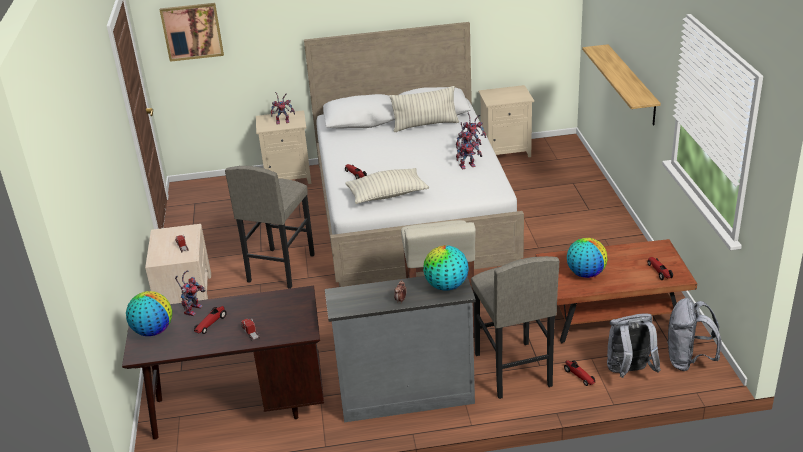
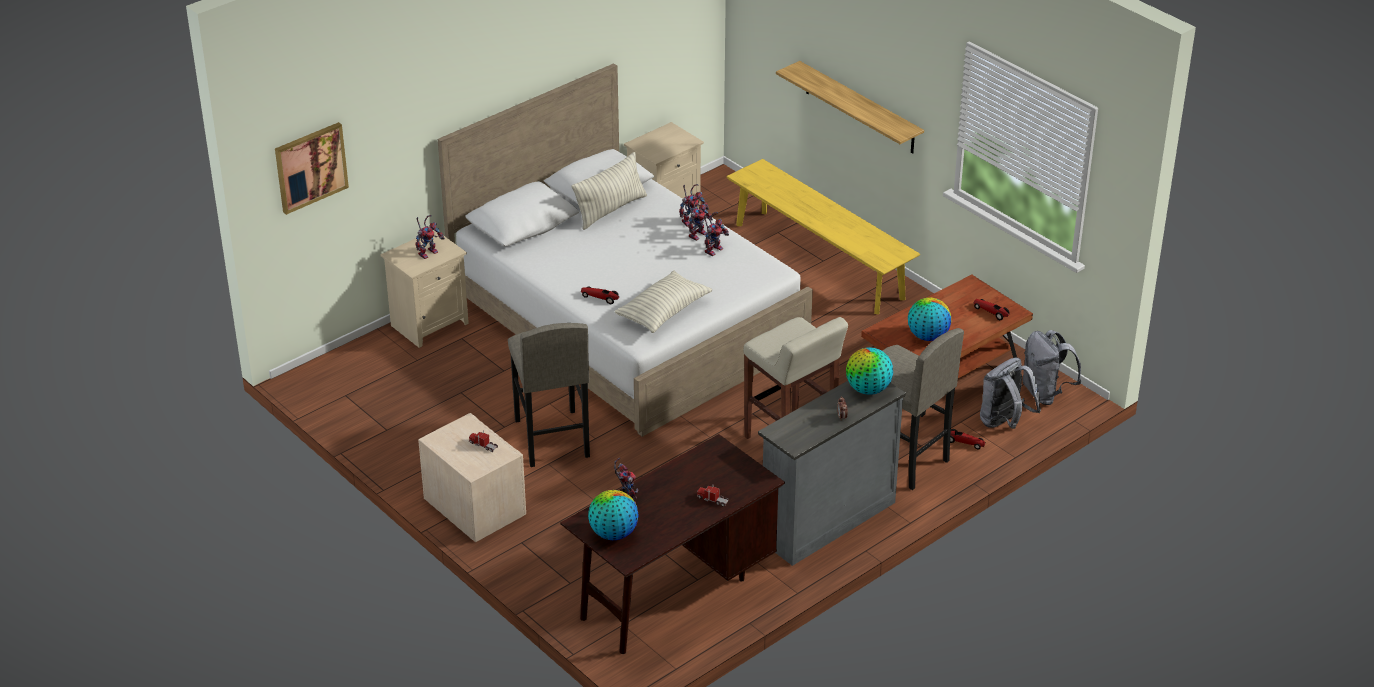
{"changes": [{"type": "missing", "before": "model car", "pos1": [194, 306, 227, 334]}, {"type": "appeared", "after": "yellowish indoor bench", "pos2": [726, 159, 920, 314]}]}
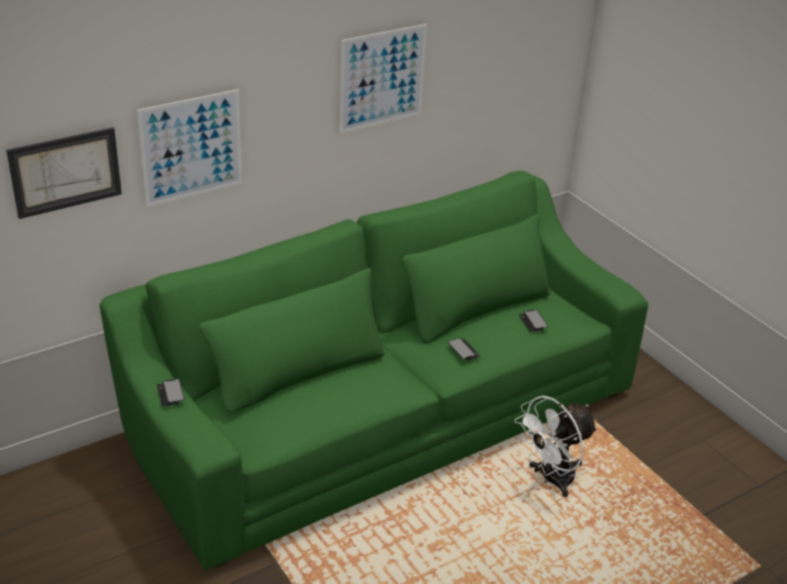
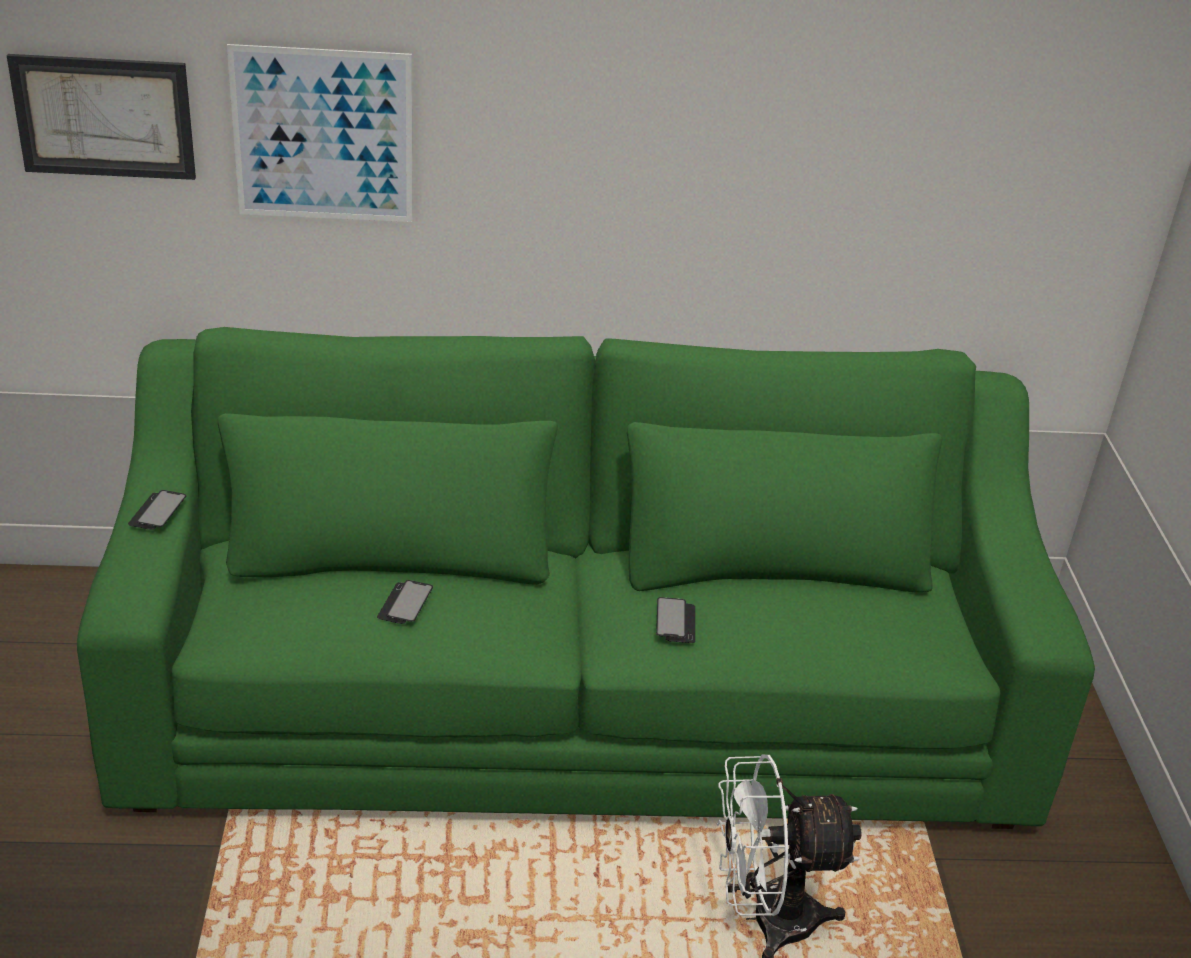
{"changes": [{"type": "missing", "before": "wall art", "pos1": [340, 24, 427, 133]}, {"type": "relocated", "before": "handset", "pos1": [519, 310, 548, 332], "pos2": [377, 580, 433, 624]}]}
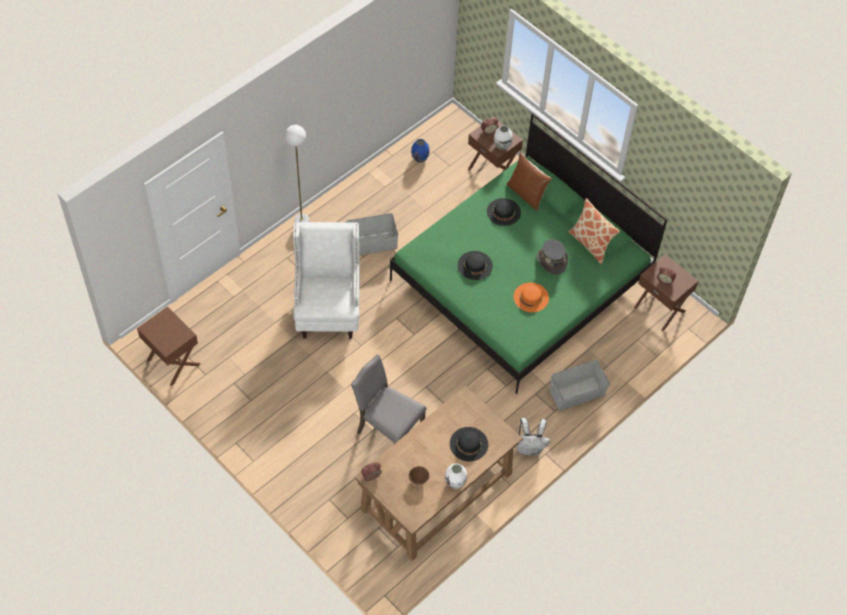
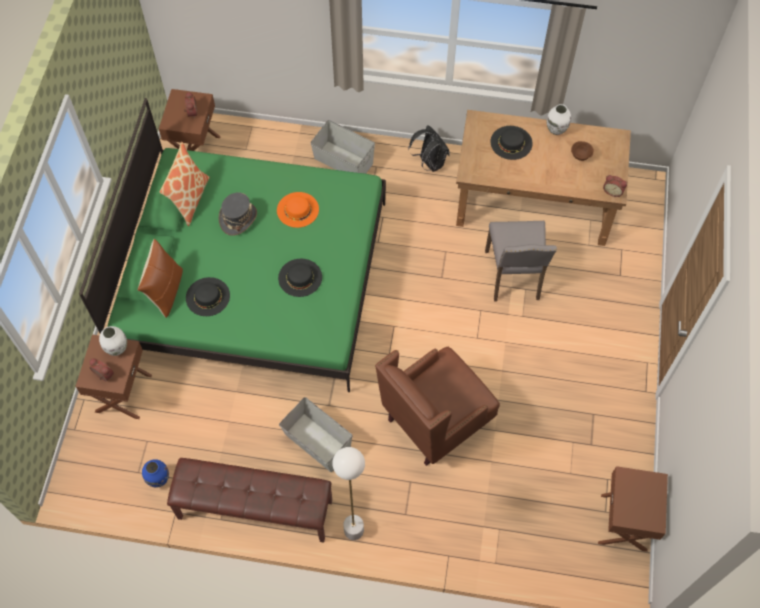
{"changes": [{"type": "colour", "before": "white armchair", "after": "brown armchair", "pos1": [293, 222, 360, 339], "pos2": [375, 347, 500, 466]}, {"type": "colour", "before": "white rucksack", "after": "blackish rucksack", "pos1": [516, 418, 550, 456], "pos2": [408, 125, 450, 172]}, {"type": "appeared", "after": "brown indoor bench", "pos2": [167, 458, 332, 543]}]}
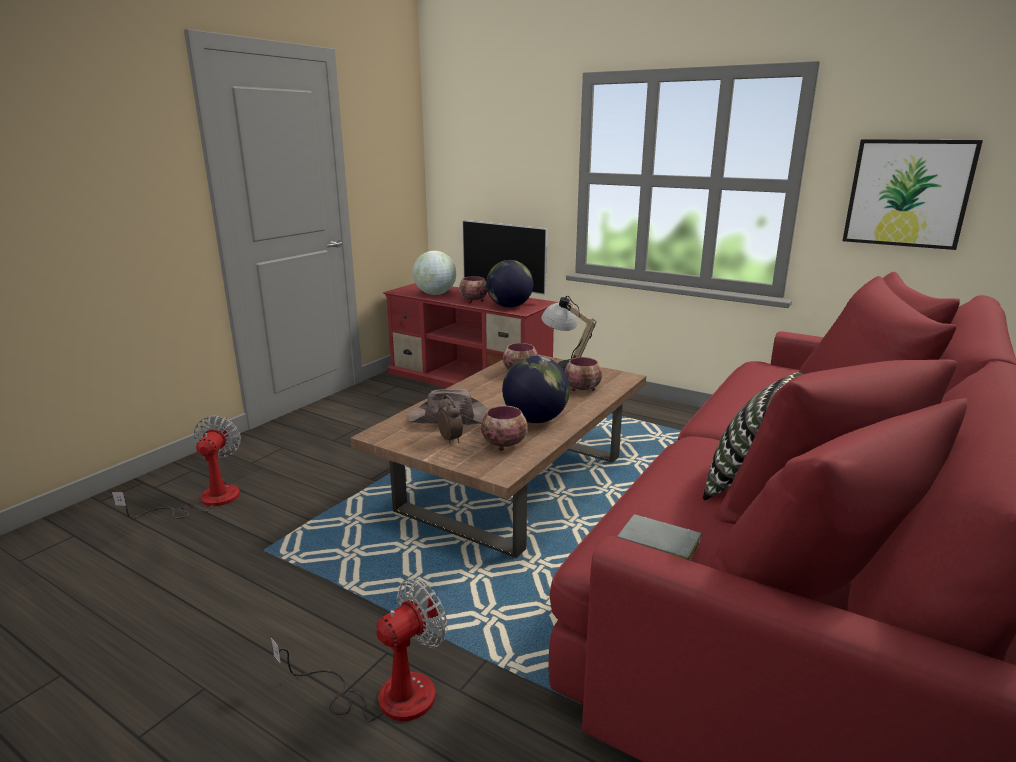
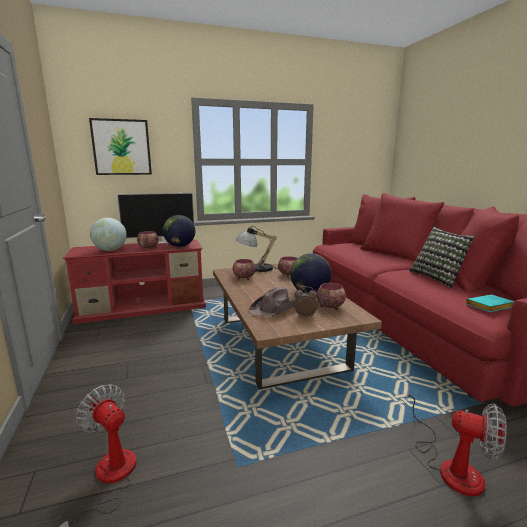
{"changes": [{"type": "relocated", "before": "wall art", "pos1": [843, 139, 983, 250], "pos2": [89, 118, 152, 175]}, {"type": "colour", "before": "greyish bound book", "after": "turquoise bound book", "pos1": [617, 514, 701, 561], "pos2": [466, 295, 515, 312]}, {"type": "spun", "before": "electric fan", "pos1": [271, 578, 448, 722], "pos2": [407, 390, 507, 496], "turn": 120}]}
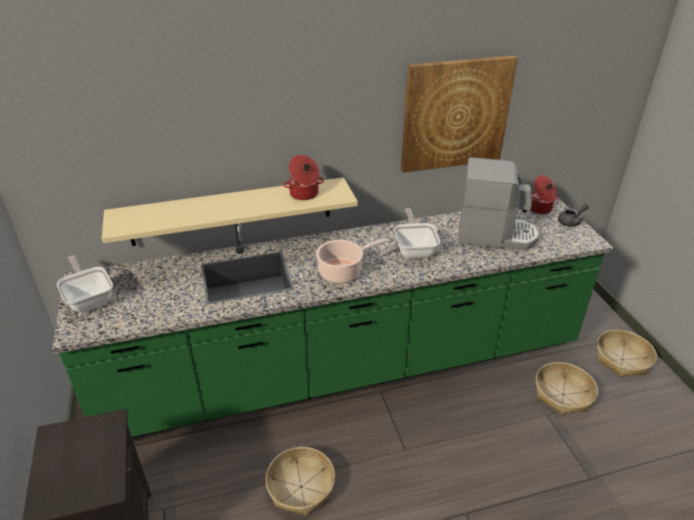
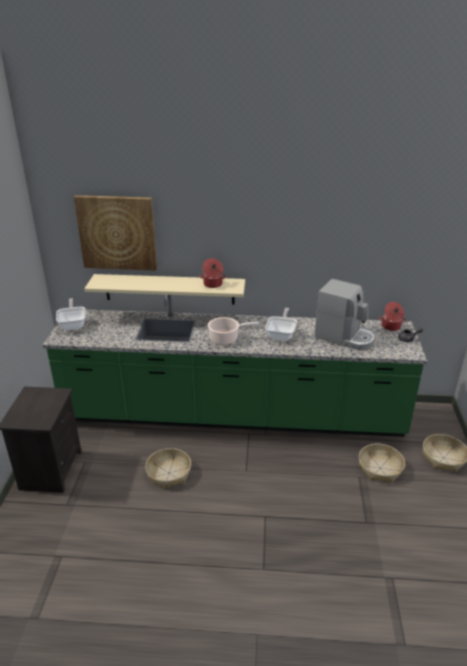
{"changes": [{"type": "relocated", "before": "wall art", "pos1": [401, 55, 518, 173], "pos2": [74, 195, 157, 271]}]}
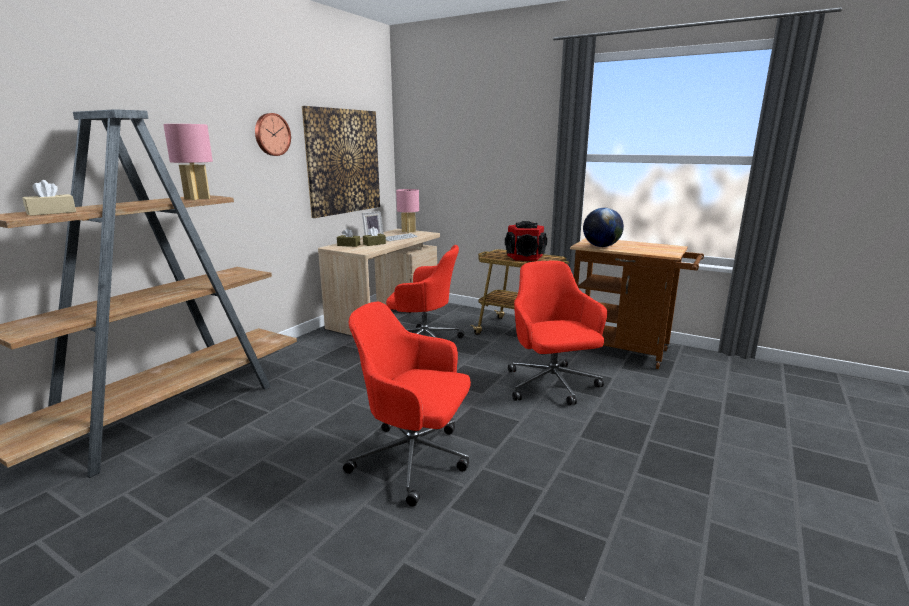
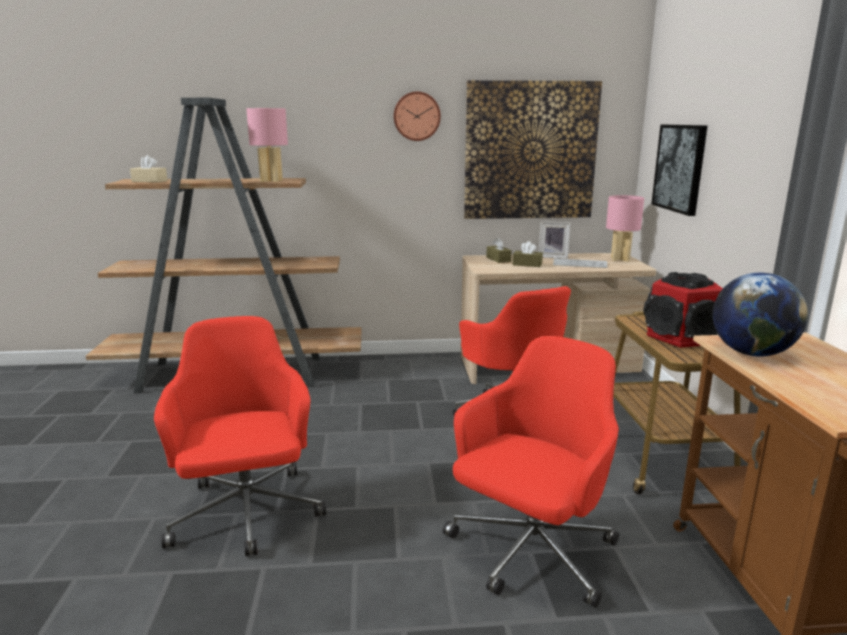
{"changes": [{"type": "appeared", "after": "wall art", "pos2": [651, 125, 708, 216]}]}
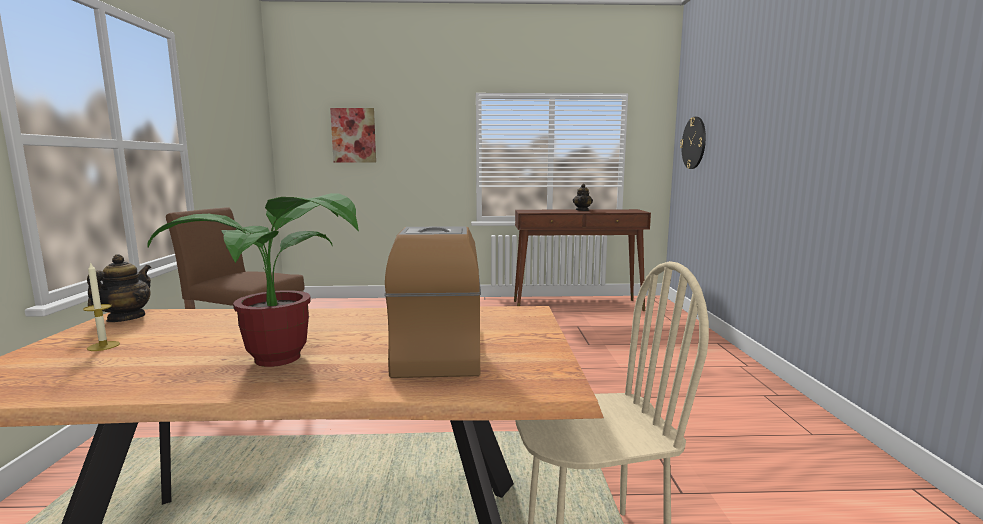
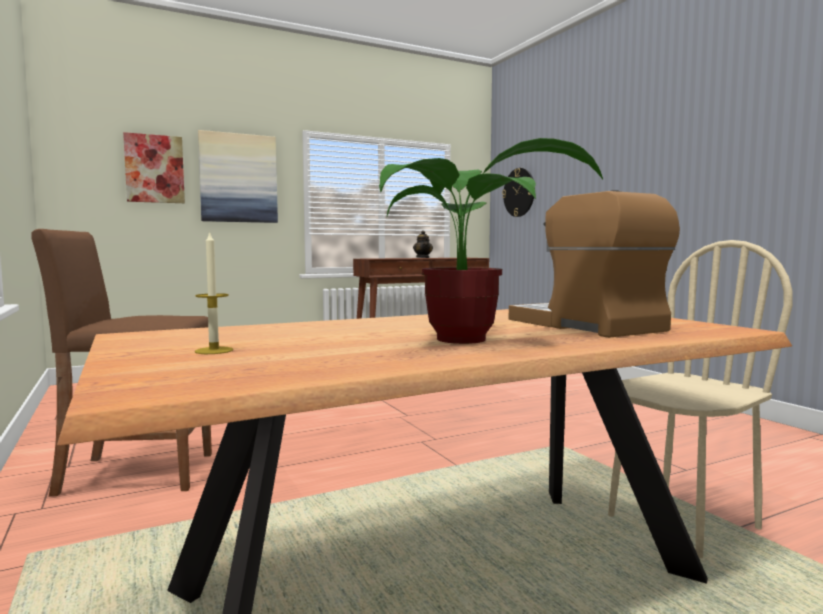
{"changes": [{"type": "missing", "before": "tea pot", "pos1": [87, 254, 151, 322]}, {"type": "appeared", "after": "wall art", "pos2": [198, 130, 278, 223]}]}
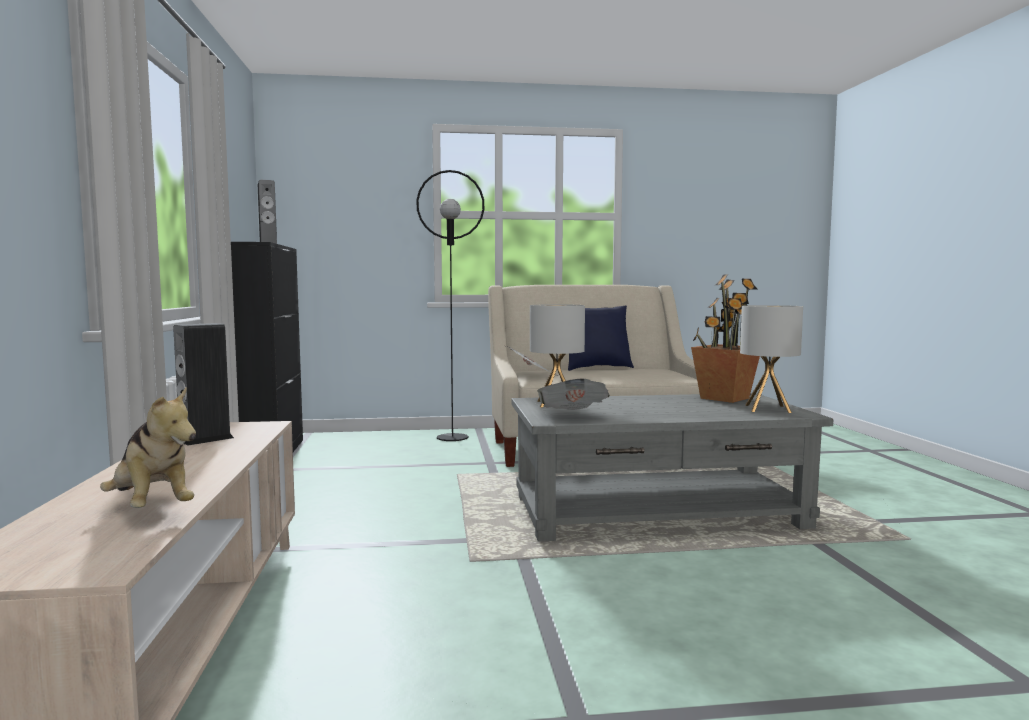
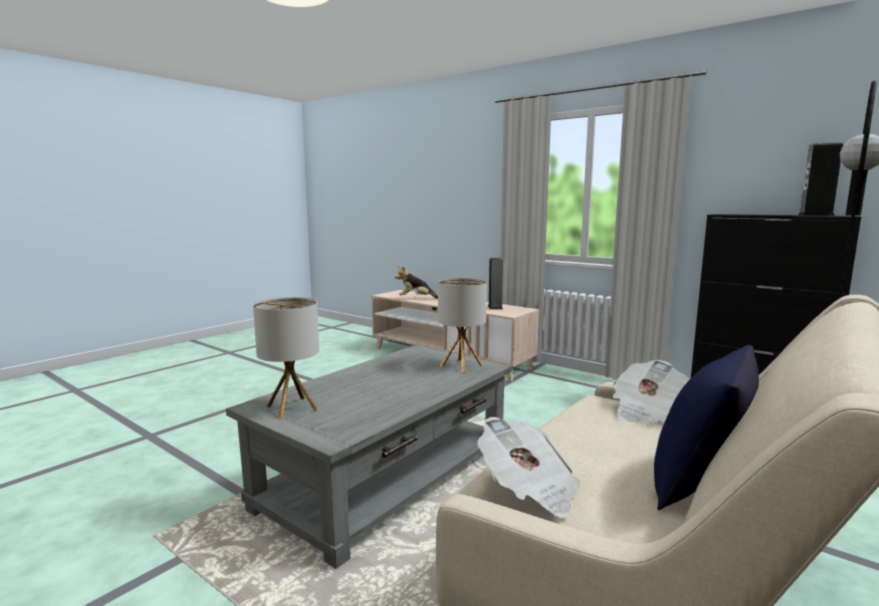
{"changes": [{"type": "missing", "before": "potted plant", "pos1": [691, 274, 760, 403]}, {"type": "relocated", "before": "daily paper", "pos1": [537, 379, 610, 410], "pos2": [477, 417, 580, 518]}]}
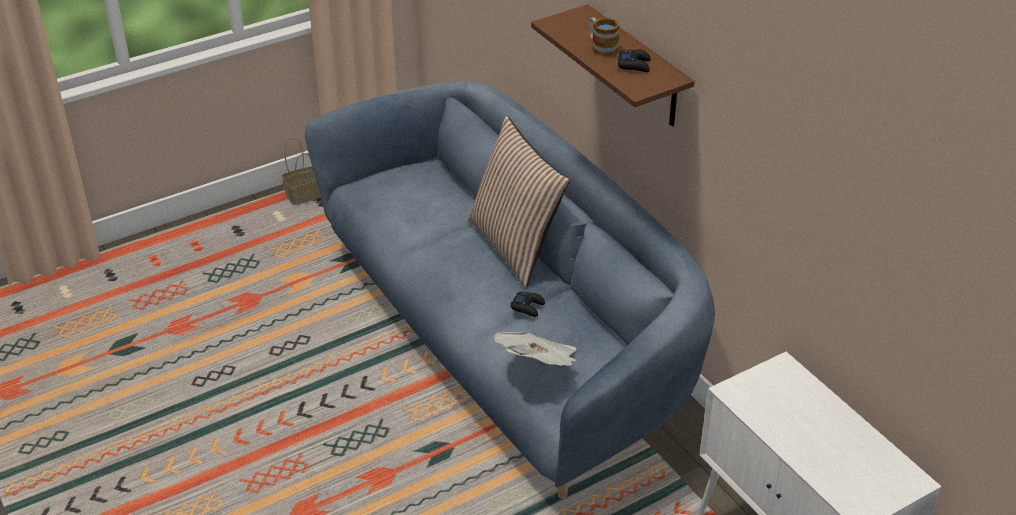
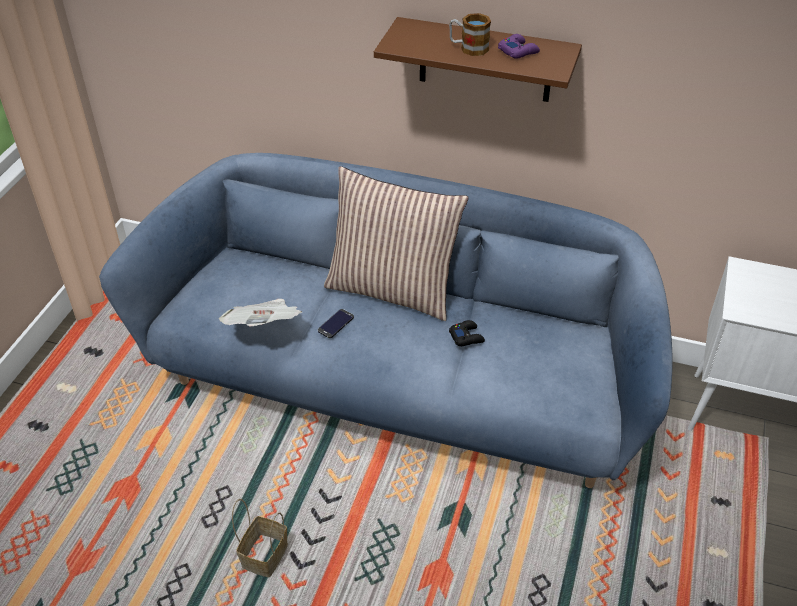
{"changes": [{"type": "colour", "before": "blackish game controller", "after": "purplish game controller", "pos1": [618, 49, 651, 72], "pos2": [498, 34, 540, 59]}, {"type": "relocated", "before": "basket", "pos1": [282, 137, 321, 205], "pos2": [232, 499, 288, 578]}, {"type": "relocated", "before": "daily paper", "pos1": [494, 332, 576, 366], "pos2": [219, 299, 302, 327]}, {"type": "appeared", "after": "handset", "pos2": [318, 309, 354, 338]}]}
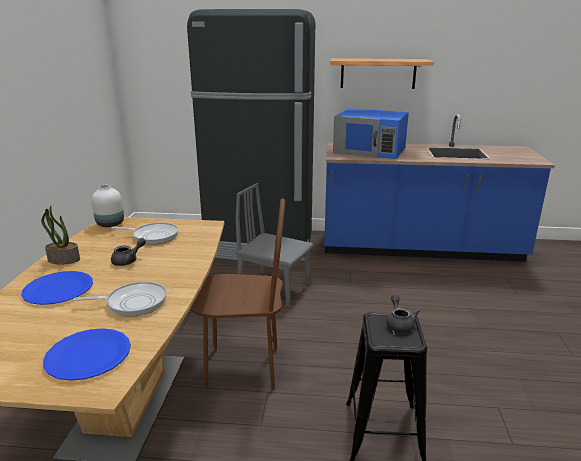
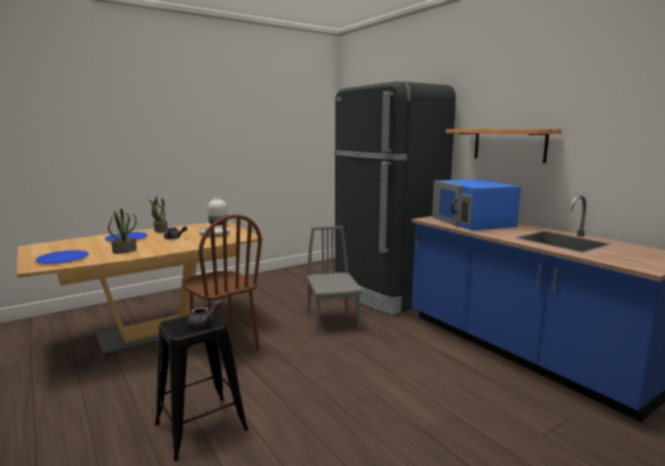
{"changes": [{"type": "exchanged", "before": "frying pan", "after": "potted plant", "pos1": [73, 282, 167, 317], "pos2": [108, 209, 137, 254]}]}
